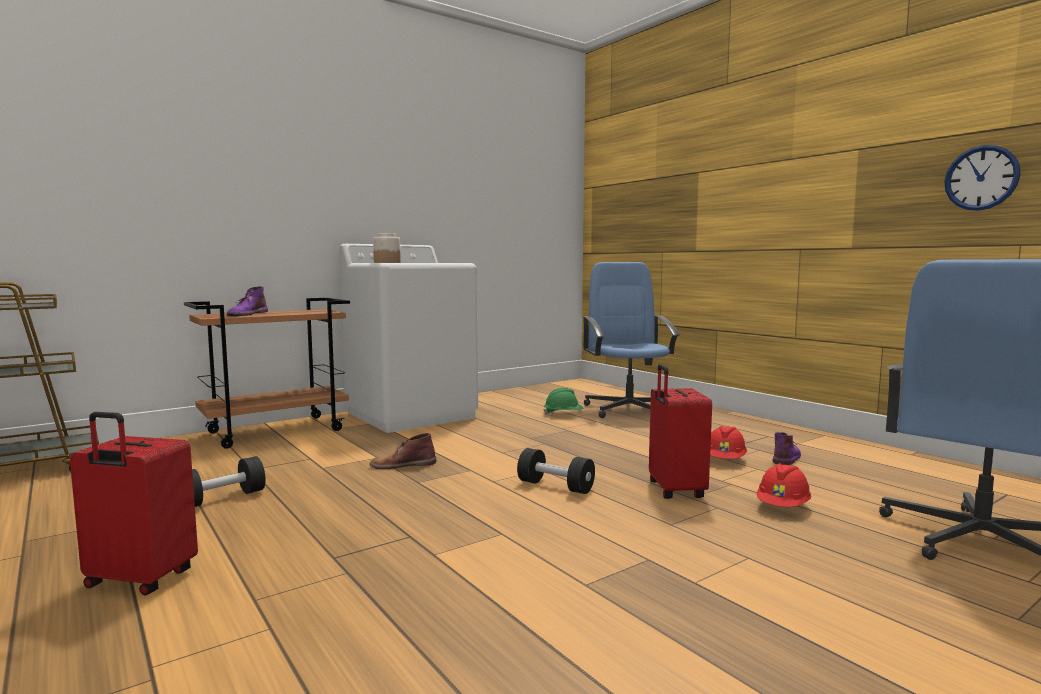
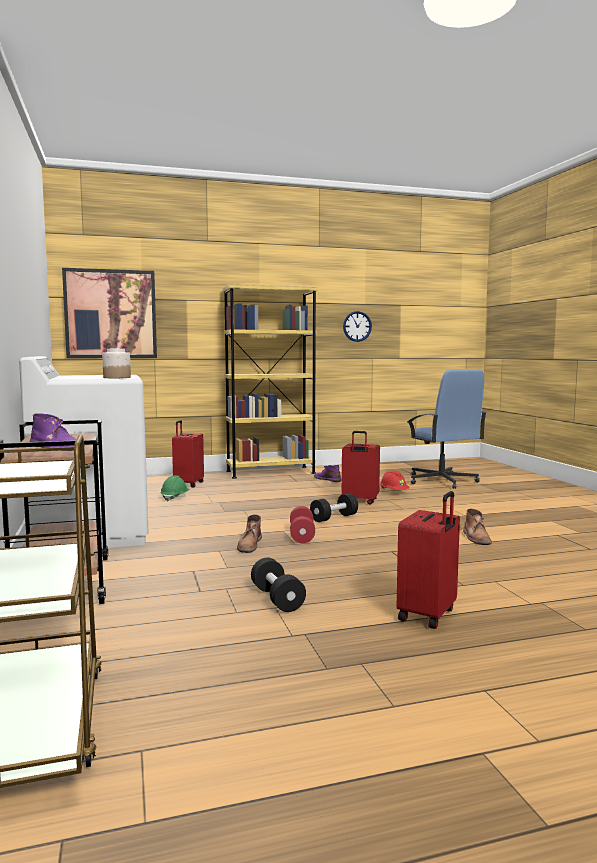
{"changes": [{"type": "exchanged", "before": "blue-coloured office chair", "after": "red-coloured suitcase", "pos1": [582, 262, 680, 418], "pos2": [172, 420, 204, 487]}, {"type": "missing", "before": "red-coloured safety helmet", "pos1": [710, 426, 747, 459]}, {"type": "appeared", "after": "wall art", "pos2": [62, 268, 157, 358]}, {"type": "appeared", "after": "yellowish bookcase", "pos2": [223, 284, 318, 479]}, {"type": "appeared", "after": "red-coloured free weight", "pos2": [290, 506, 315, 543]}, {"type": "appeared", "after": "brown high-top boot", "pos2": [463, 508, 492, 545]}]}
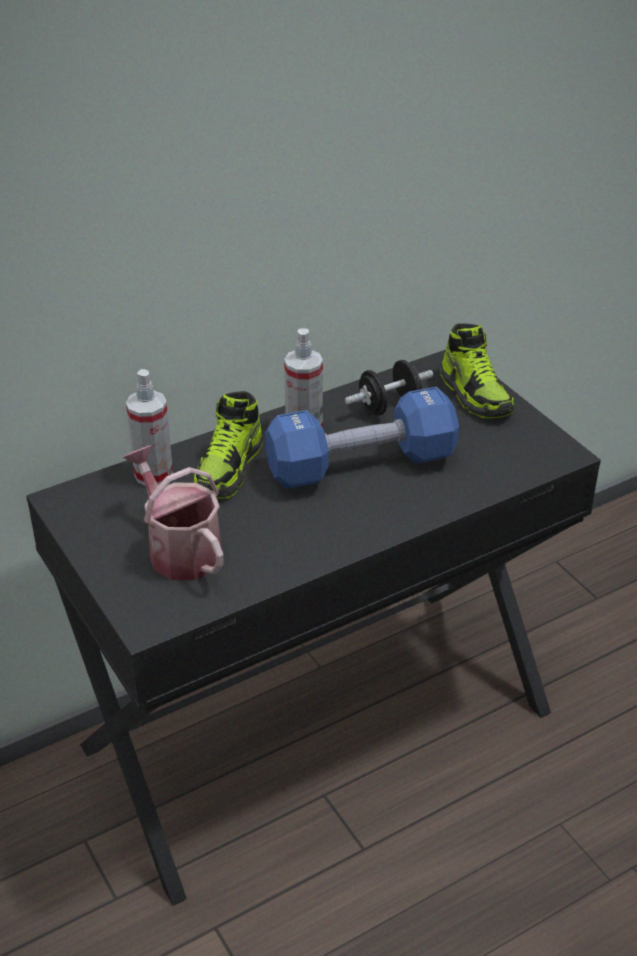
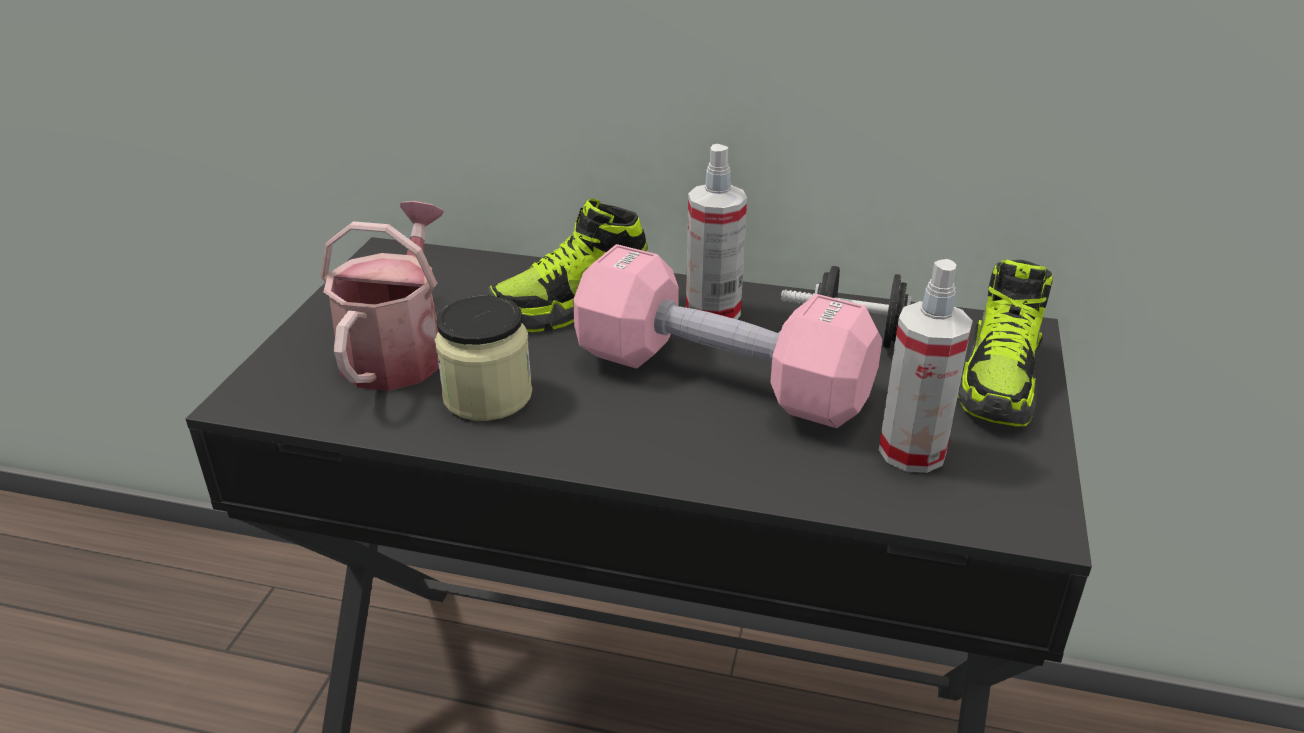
{"changes": [{"type": "relocated", "before": "spray bottle", "pos1": [126, 369, 173, 485], "pos2": [879, 259, 973, 473]}, {"type": "colour", "before": "blue-coloured free weight", "after": "pink-coloured free weight", "pos1": [265, 387, 459, 489], "pos2": [573, 244, 882, 428]}, {"type": "appeared", "after": "storage jar", "pos2": [435, 296, 532, 421]}]}
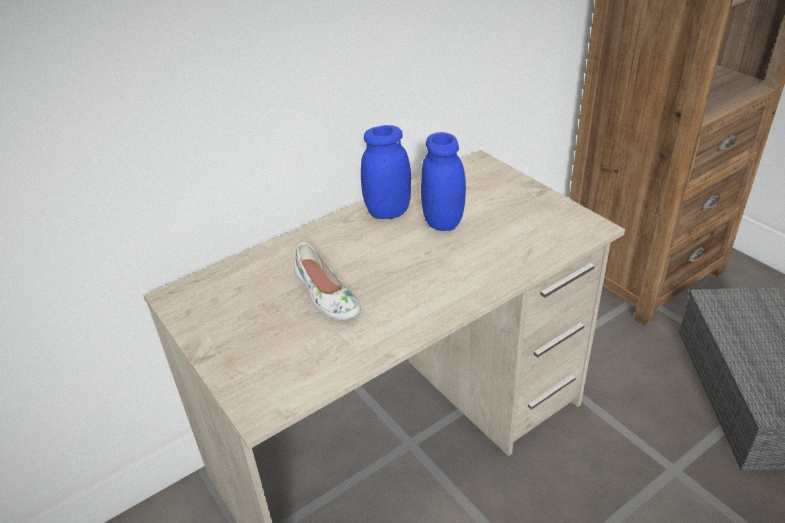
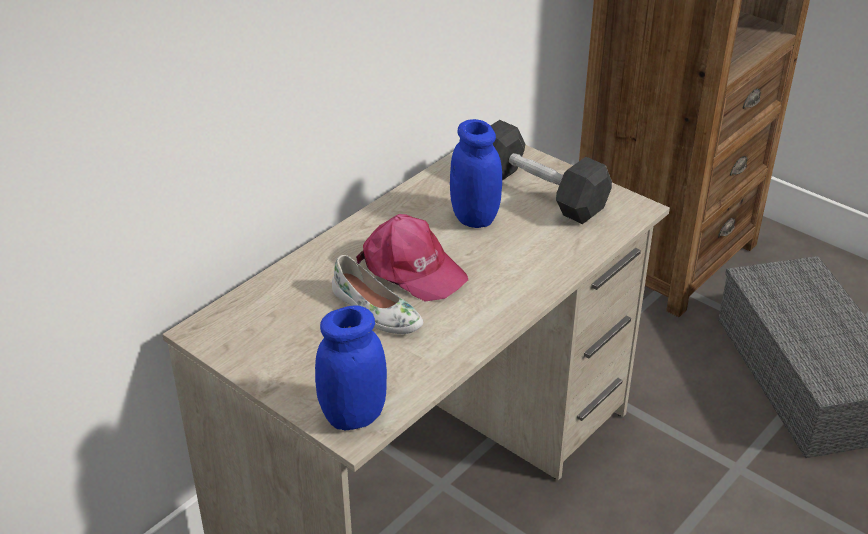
{"changes": [{"type": "relocated", "before": "blue-coloured storage jar", "pos1": [361, 125, 411, 219], "pos2": [315, 305, 387, 431]}, {"type": "appeared", "after": "blackish free weight", "pos2": [490, 120, 612, 224]}, {"type": "appeared", "after": "pink-coloured baseball cap", "pos2": [356, 214, 468, 302]}]}
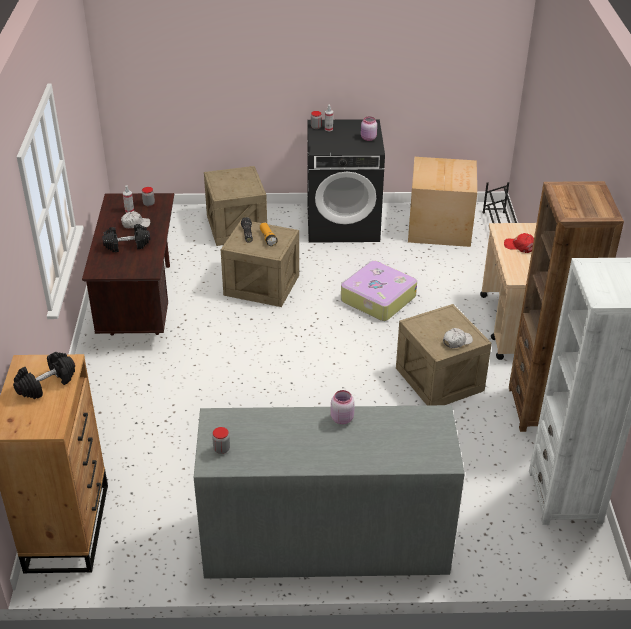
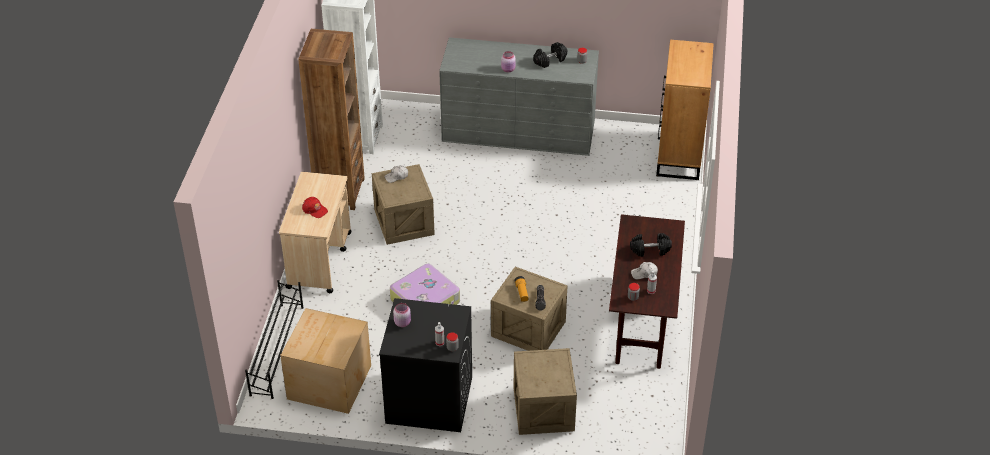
{"changes": [{"type": "relocated", "before": "blackish free weight", "pos1": [13, 352, 75, 399], "pos2": [533, 42, 567, 68]}]}
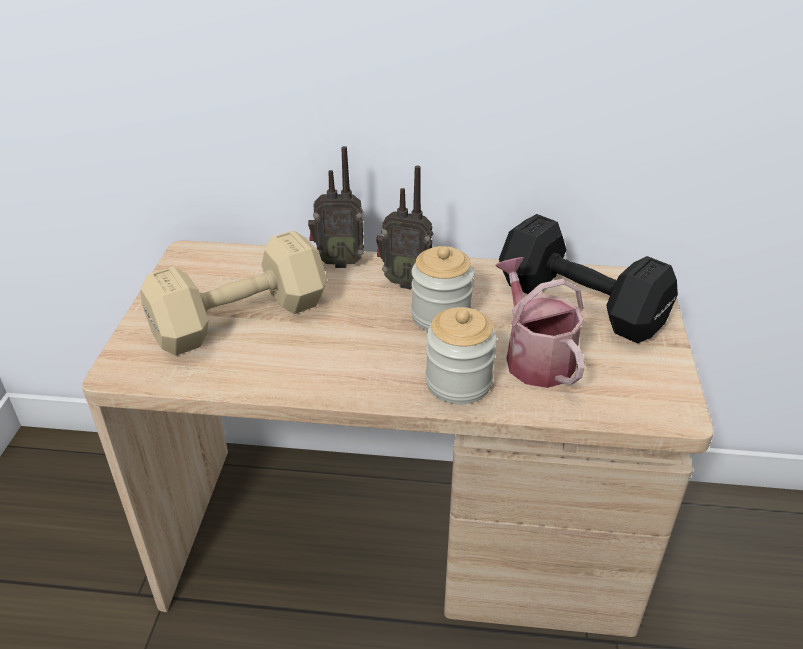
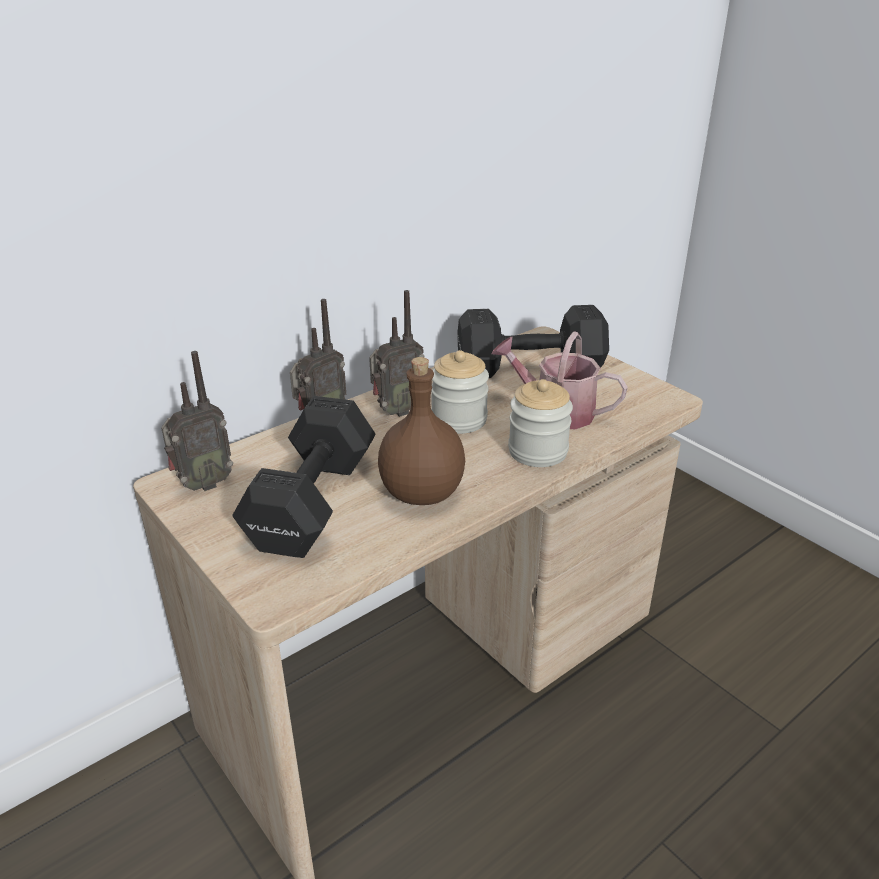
{"changes": [{"type": "colour", "before": "beige-coloured free weight", "after": "blackish free weight", "pos1": [141, 230, 327, 356], "pos2": [232, 396, 376, 558]}, {"type": "appeared", "after": "radio receiver", "pos2": [161, 351, 233, 491]}, {"type": "appeared", "after": "brown bottle", "pos2": [378, 357, 465, 505]}]}
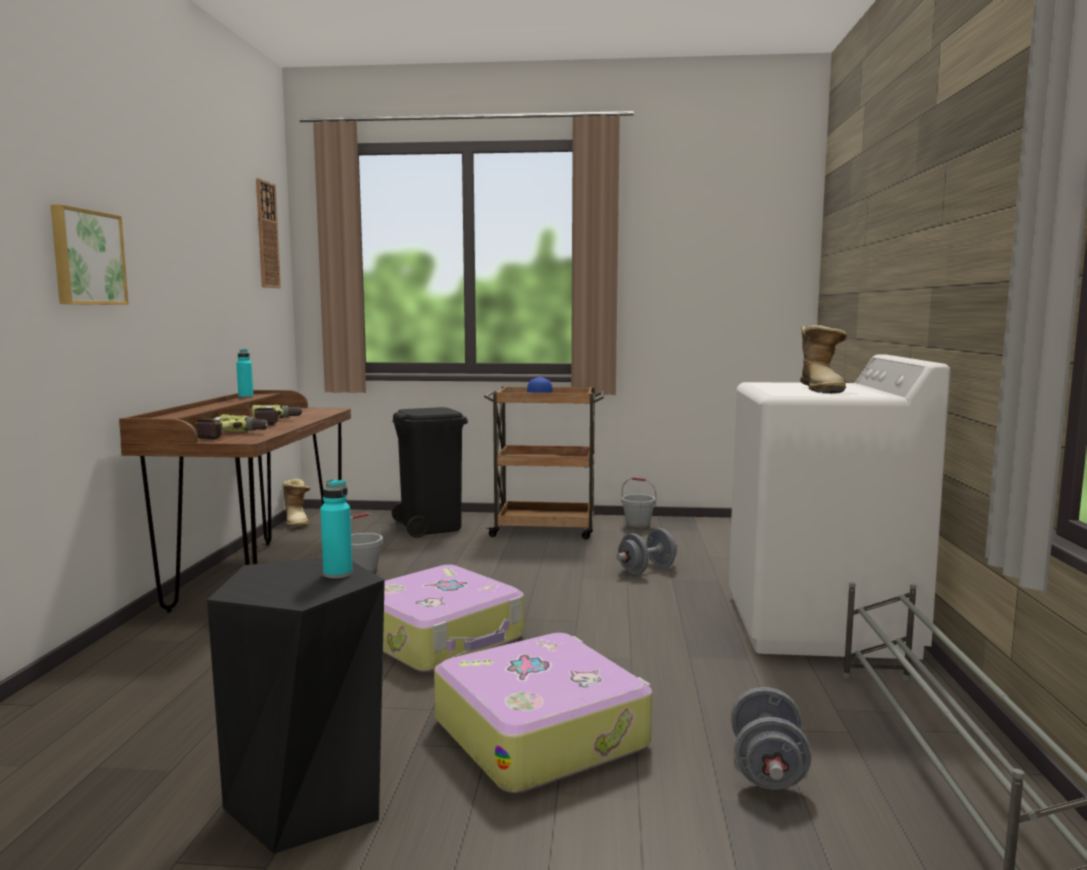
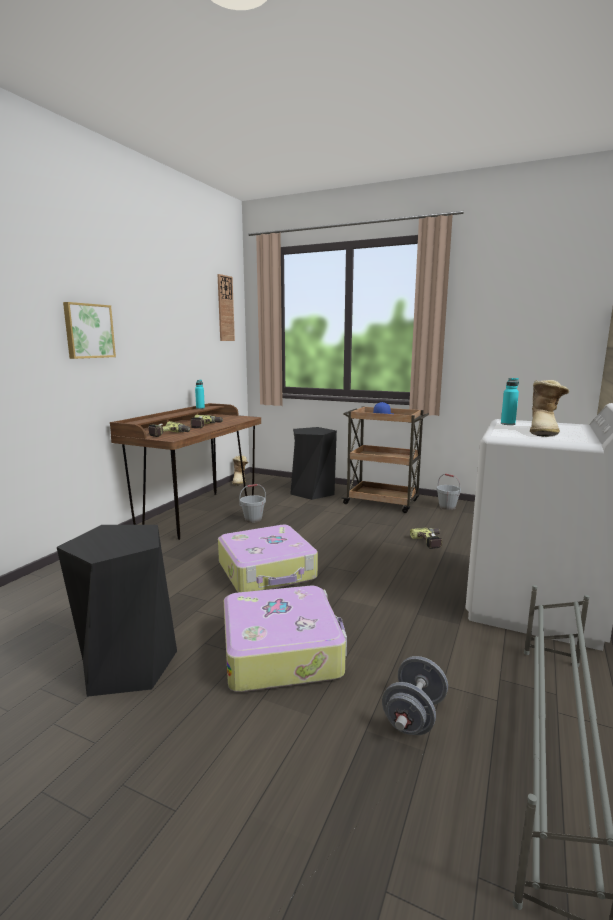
{"changes": [{"type": "exchanged", "before": "blackish rubbish bin", "after": "blackish sitting stool", "pos1": [391, 407, 468, 538], "pos2": [290, 427, 337, 500]}, {"type": "relocated", "before": "turquoise bottle", "pos1": [320, 479, 353, 579], "pos2": [501, 378, 519, 425]}, {"type": "exchanged", "before": "greyish free weight", "after": "drill", "pos1": [616, 528, 677, 574], "pos2": [410, 528, 442, 549]}]}
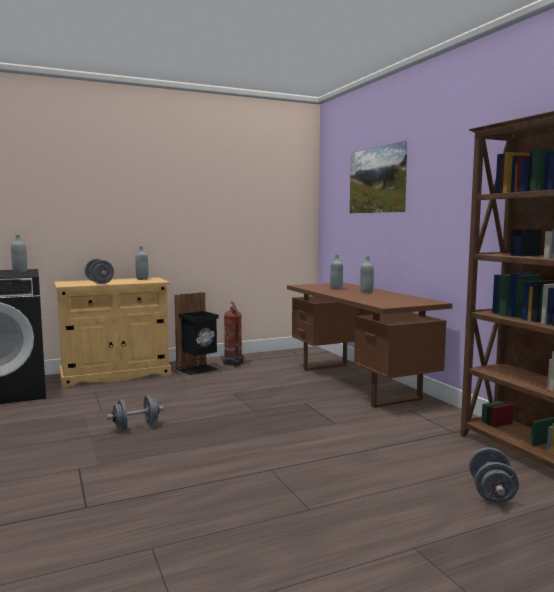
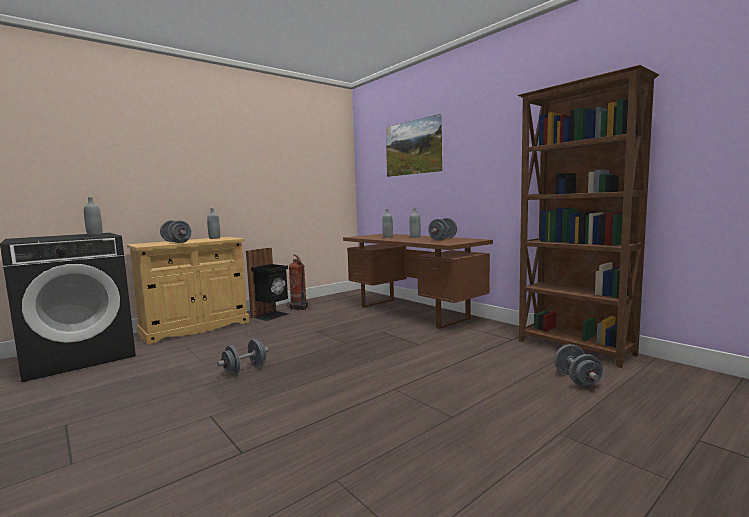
{"changes": [{"type": "appeared", "after": "greyish free weight", "pos2": [428, 218, 457, 241]}]}
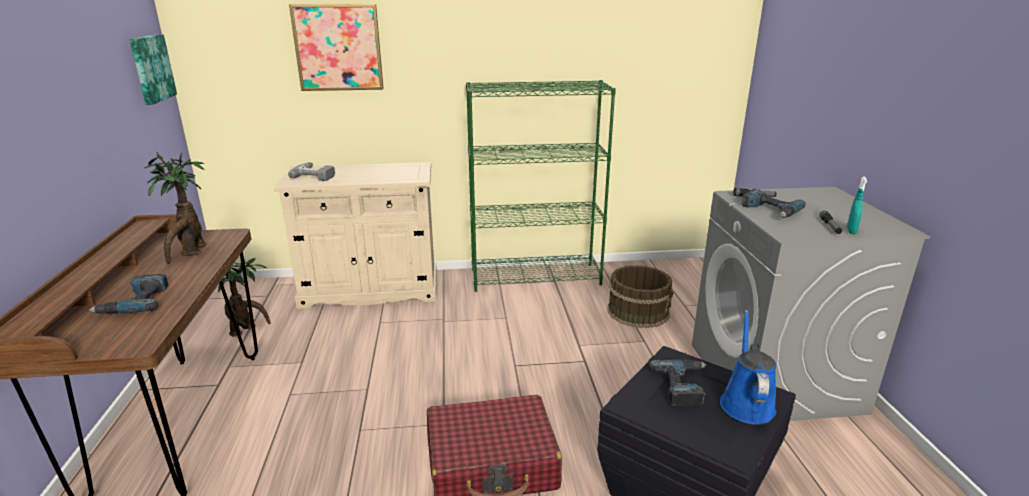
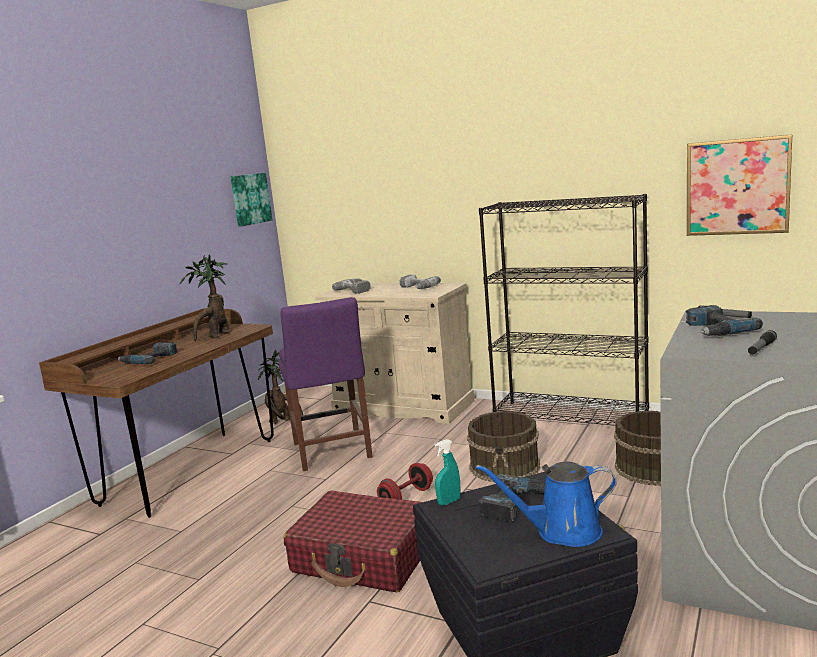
{"changes": [{"type": "relocated", "before": "wall art", "pos1": [289, 4, 384, 91], "pos2": [687, 134, 792, 236]}, {"type": "colour", "before": "green-coloured bookcase", "after": "blackish bookcase", "pos1": [466, 80, 616, 292], "pos2": [479, 194, 649, 426]}, {"type": "relocated", "before": "turquoise spray bottle", "pos1": [847, 177, 867, 234], "pos2": [435, 439, 460, 506]}, {"type": "spun", "before": "blue-coloured watering can", "pos1": [720, 310, 776, 425], "pos2": [476, 462, 617, 547], "turn": -135}, {"type": "appeared", "after": "drill", "pos2": [400, 275, 441, 289]}, {"type": "appeared", "after": "purplish chair", "pos2": [279, 297, 373, 471]}, {"type": "appeared", "after": "brown pail", "pos2": [467, 411, 540, 483]}, {"type": "appeared", "after": "red-coloured free weight", "pos2": [377, 463, 433, 500]}]}
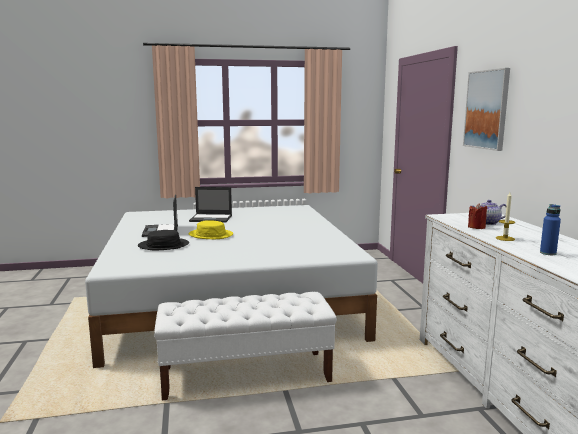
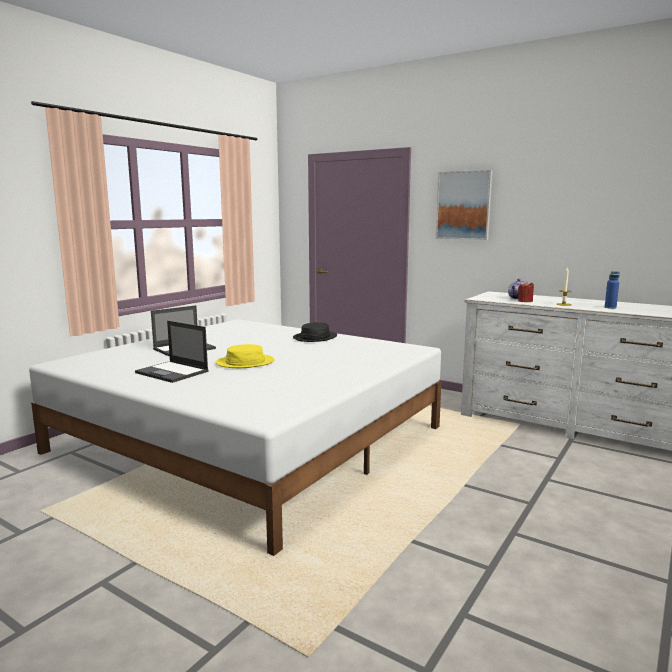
{"changes": [{"type": "relocated", "before": "blackish hat", "pos1": [138, 230, 189, 250], "pos2": [293, 322, 337, 342]}, {"type": "missing", "before": "white indoor bench", "pos1": [154, 292, 337, 400]}]}
